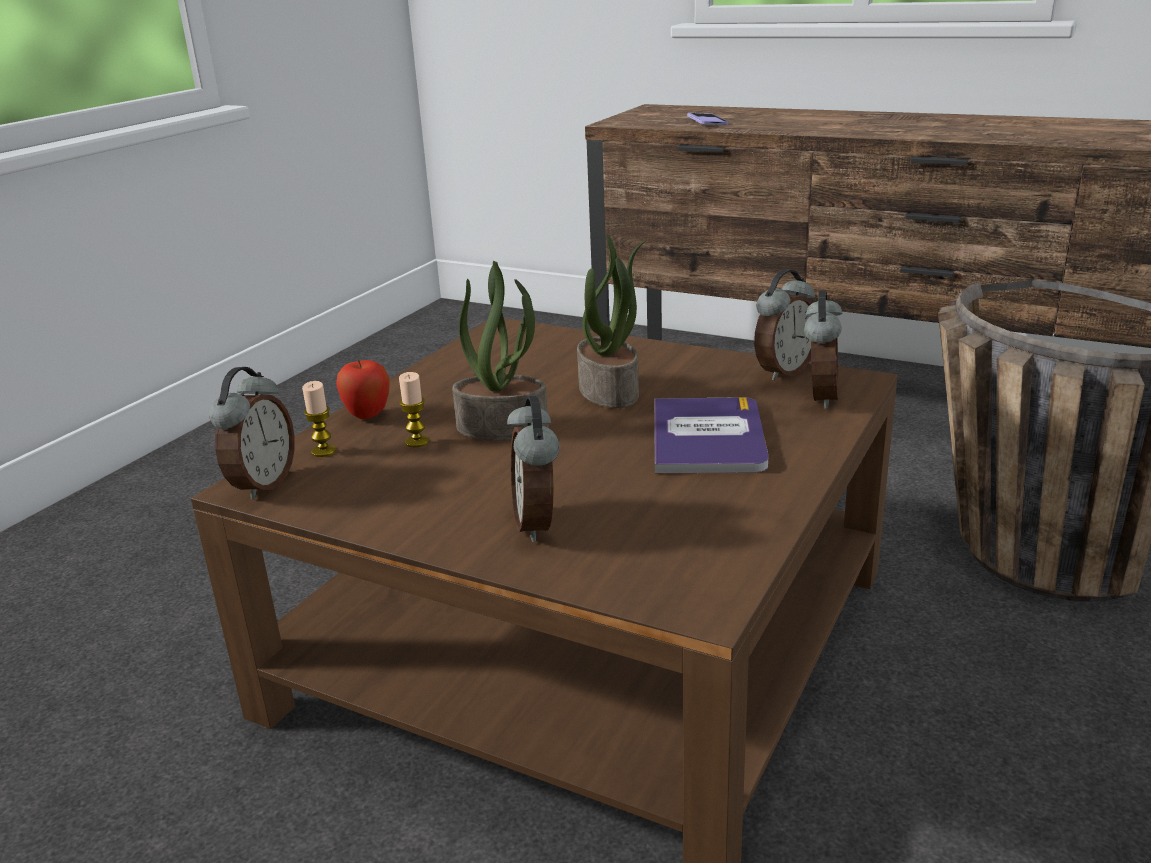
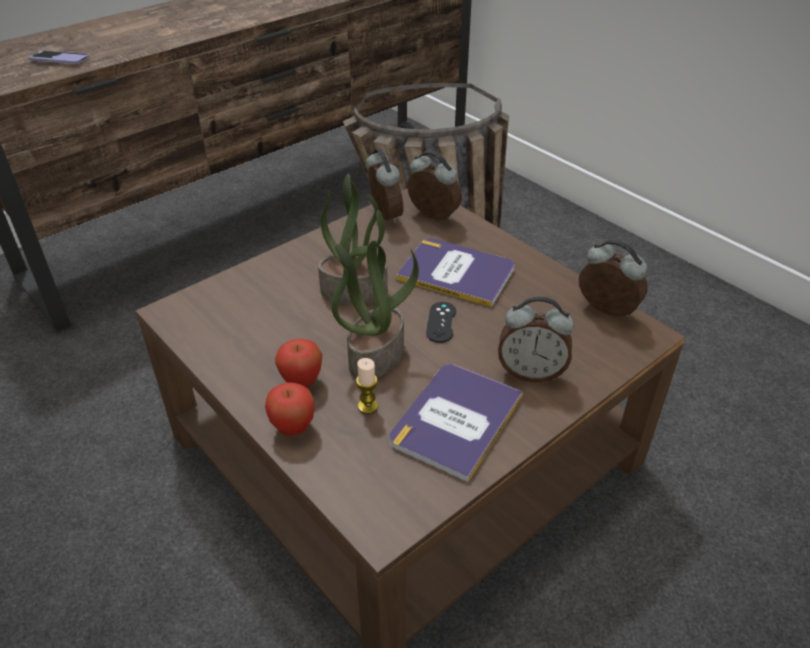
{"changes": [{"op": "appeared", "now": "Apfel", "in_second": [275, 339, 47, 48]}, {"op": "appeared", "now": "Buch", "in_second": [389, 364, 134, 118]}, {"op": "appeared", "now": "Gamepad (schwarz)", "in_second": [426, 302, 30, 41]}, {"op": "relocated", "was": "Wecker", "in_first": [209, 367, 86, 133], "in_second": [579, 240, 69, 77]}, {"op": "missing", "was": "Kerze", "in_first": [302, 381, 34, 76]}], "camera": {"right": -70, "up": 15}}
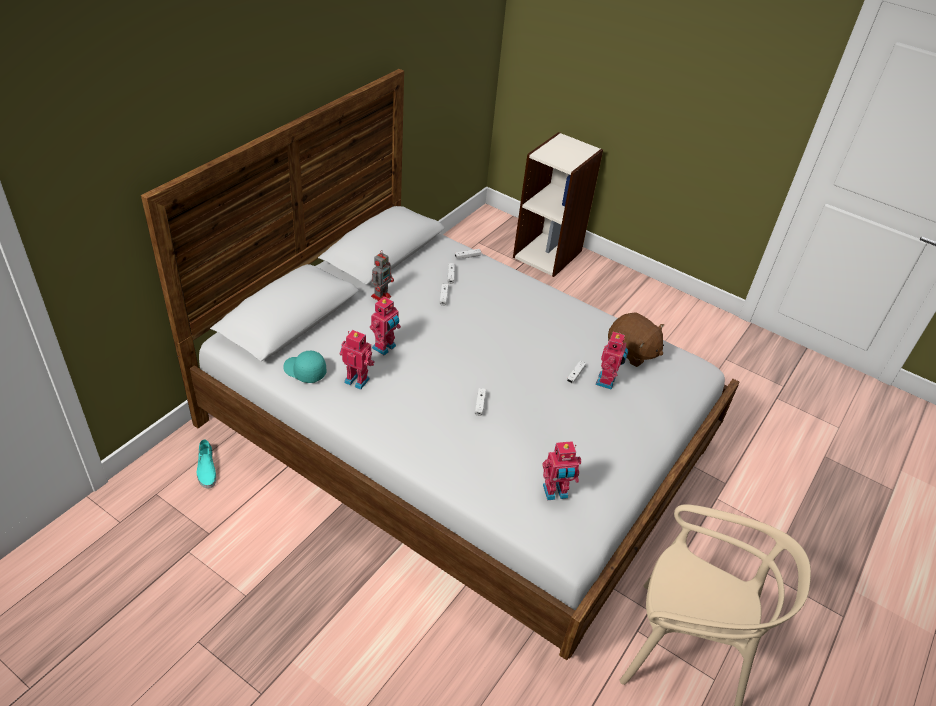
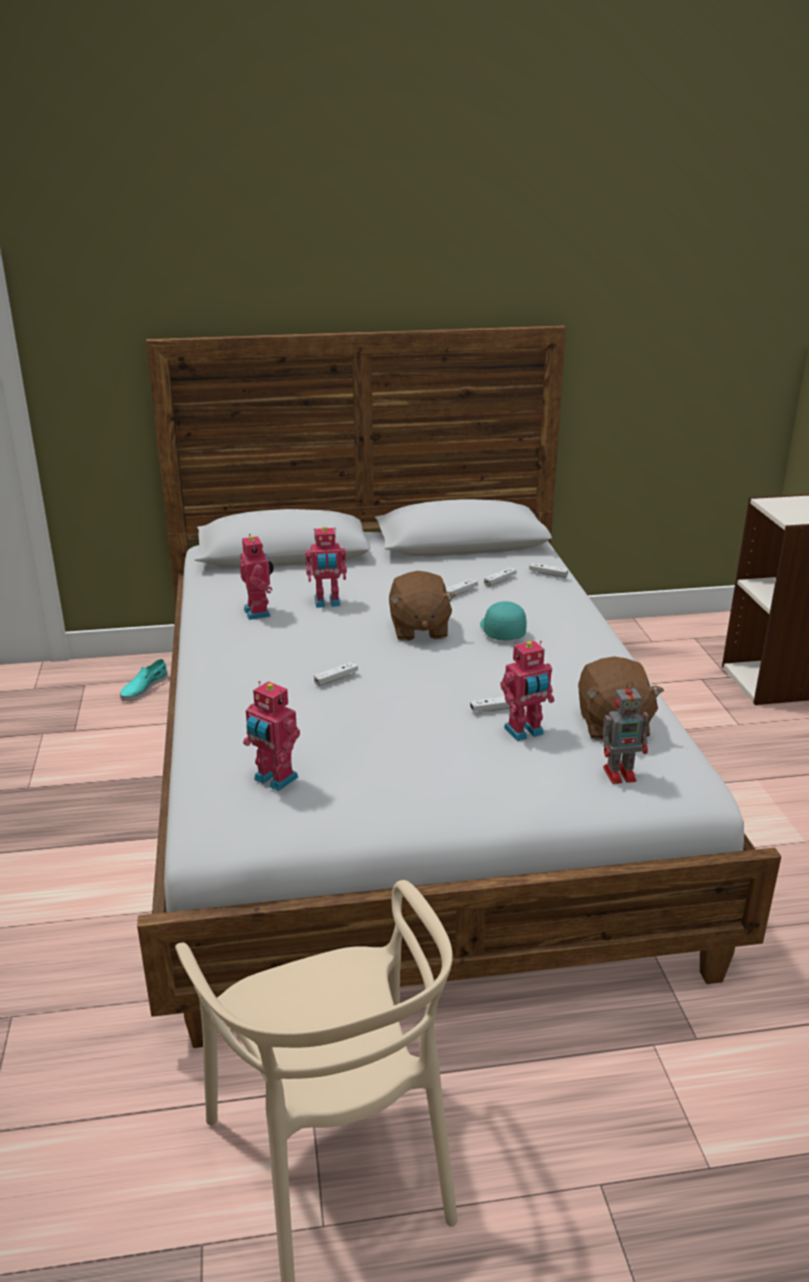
{"changes": [{"op": "appeared", "now": "Plüschtier (braun)", "in_second": [389, 571, 67, 70]}, {"op": "relocated", "was": "Kappe (türkis)", "in_first": [283, 351, 44, 32], "in_second": [480, 601, 47, 39]}, {"op": "relocated", "was": "Spielzeugroboter", "in_first": [371, 250, 23, 51], "in_second": [603, 681, 45, 103]}], "camera": {"right": 50, "up": -15}}
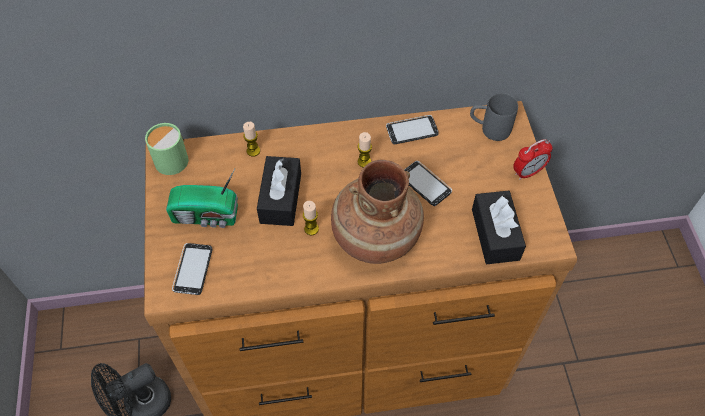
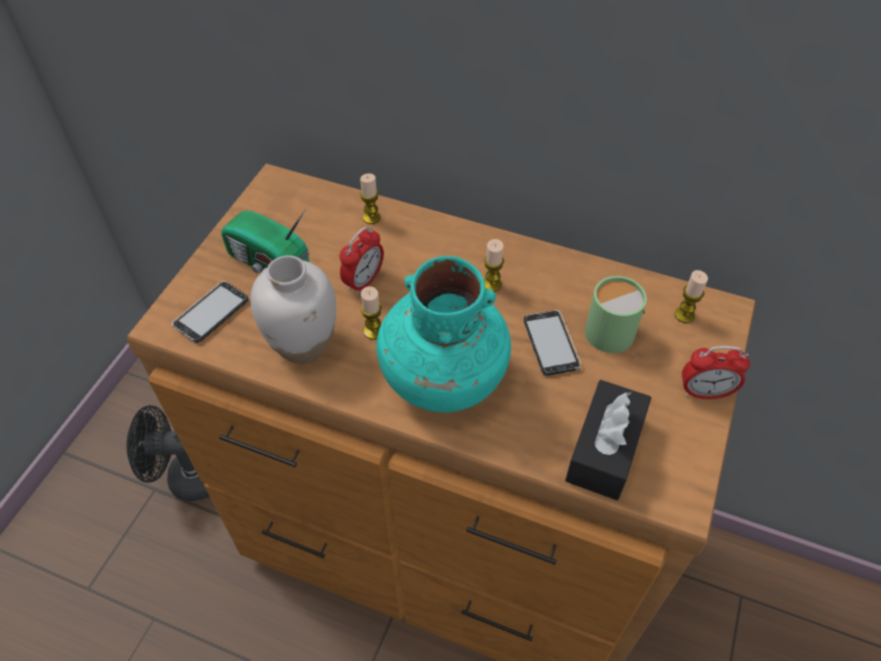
{"changes": [{"op": "appeared", "now": "Vase (weiß)", "in_second": [250, 255, 86, 109]}, {"op": "exchanged", "was": "Taschentuchbox (schwarz)", "now": "Wecker", "in_first": [257, 156, 44, 70], "in_second": [340, 227, 44, 68]}, {"op": "colour", "was": "Vase (braun)", "now": "Vase (türkis)", "in_first": [331, 160, 93, 104], "in_second": [376, 256, 135, 157]}, {"op": "relocated", "was": "Henkelbecher (grün)", "in_first": [145, 123, 44, 52], "in_second": [585, 276, 62, 77]}, {"op": "exchanged", "was": "Henkelbecher (grau)", "now": "Kerze", "in_first": [470, 93, 48, 48], "in_second": [675, 270, 33, 53]}, {"op": "missing", "was": "Handy", "in_first": [386, 115, 53, 29]}], "camera": {"right": 30, "up": -5}}
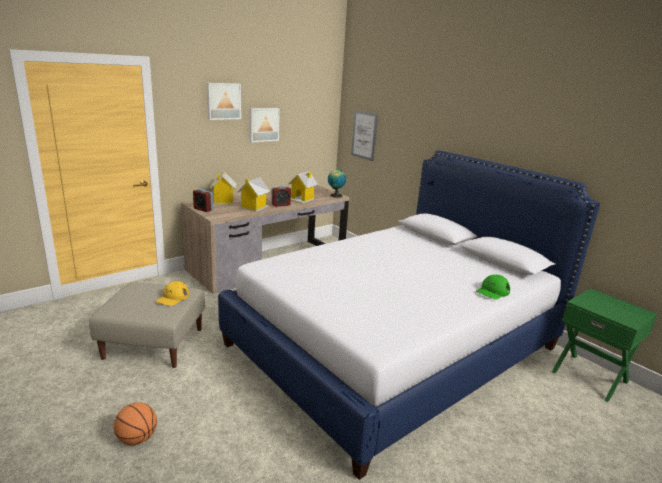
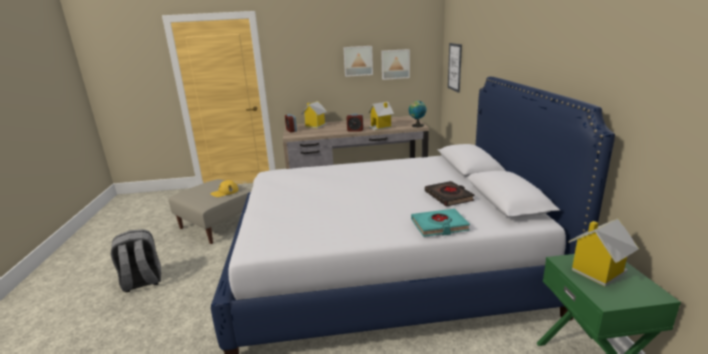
{"changes": [{"op": "exchanged", "was": "Basketball", "now": "Rucksack (grau)", "in_first": [114, 402, 43, 43], "in_second": [111, 229, 50, 63]}, {"op": "relocated", "was": "Bild", "in_first": [207, 83, 34, 37], "in_second": [381, 49, 29, 31]}, {"op": "exchanged", "was": "Kappe (grün)", "now": "Buch (türkis)", "in_first": [476, 274, 34, 26], "in_second": [411, 209, 59, 28]}, {"op": "appeared", "now": "Buch (schwarz)", "in_second": [425, 181, 50, 26]}, {"op": "relocated", "was": "Spielzeughaus", "in_first": [237, 177, 33, 35], "in_second": [568, 218, 71, 68]}], "camera": {"right": 35, "up": 0}}
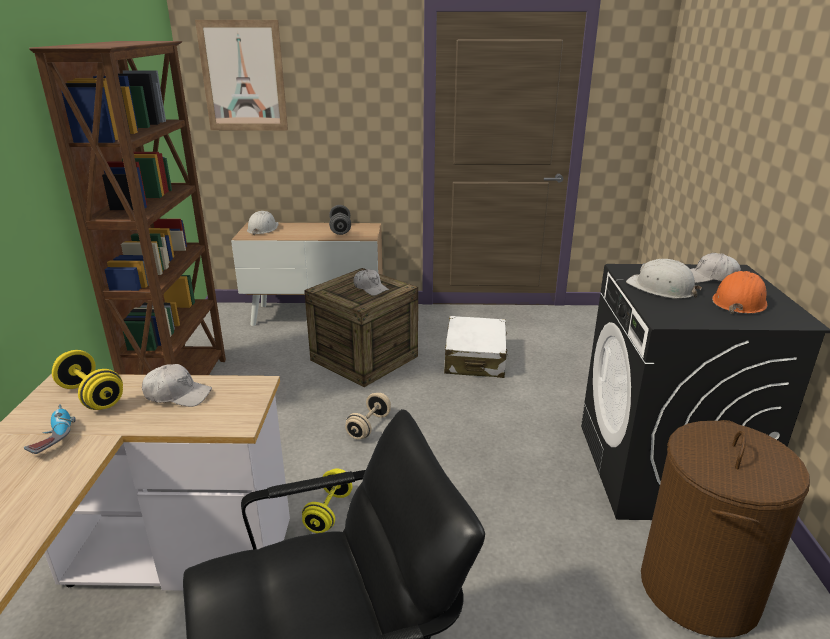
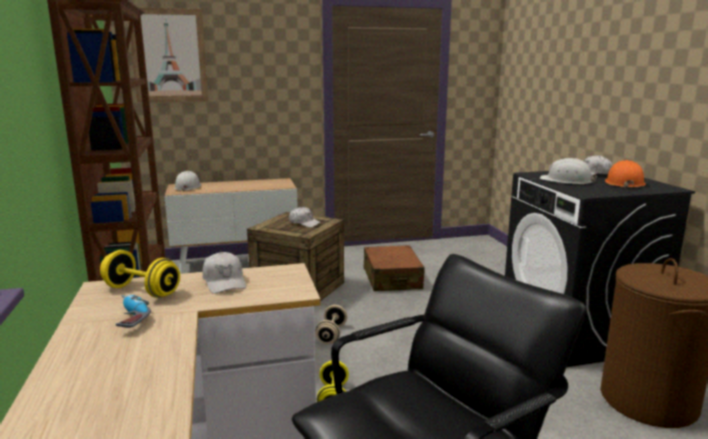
{"changes": [{"op": "spun", "was": "Kappe (weiß)", "in_first": [142, 364, 70, 43], "in_second": [202, 252, 44, 42], "clockwise": 75}, {"op": "colour", "was": "Koffer (weiß)", "now": "Koffer (braun)", "in_first": [444, 316, 64, 62], "in_second": [364, 245, 61, 46]}, {"op": "missing", "was": "Hantel (grau)", "in_first": [329, 205, 22, 30]}], "camera": {"right": -15, "up": -10}}
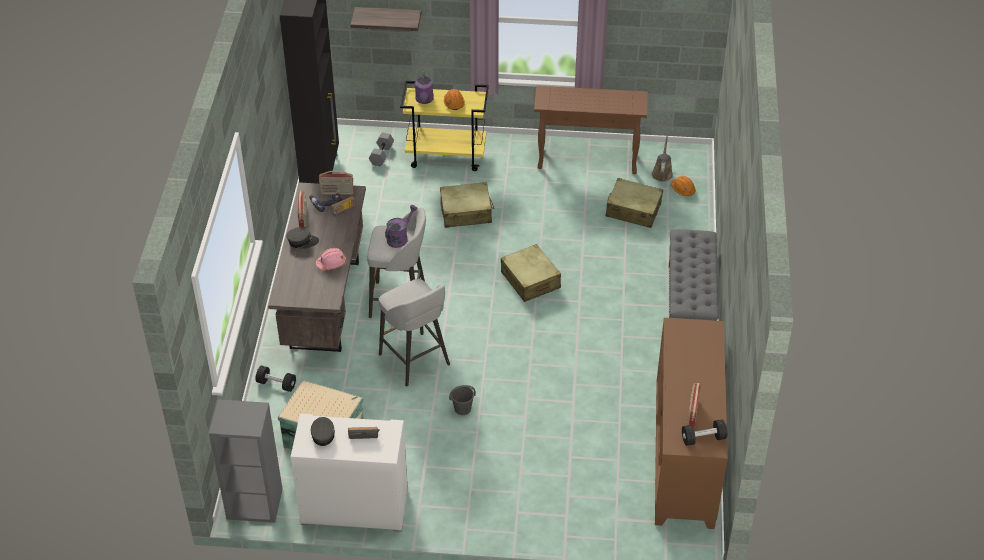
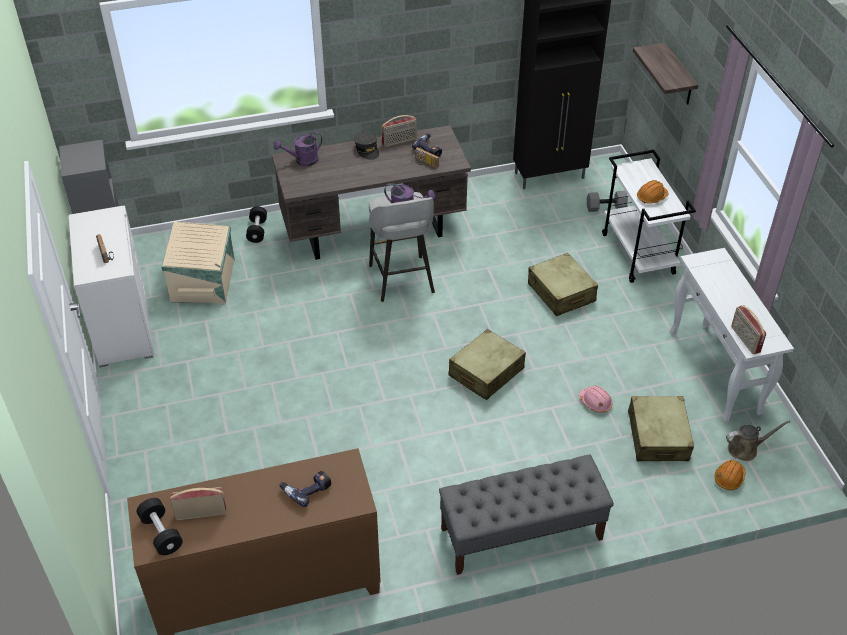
{"changes": [{"op": "relocated", "was": "Gießkanne (lila)", "in_first": [415, 71, 19, 33], "in_second": [274, 132, 48, 34]}, {"op": "appeared", "now": "Bohrmaschine", "in_second": [280, 471, 51, 36]}, {"op": "relocated", "was": "Schutzhelm (rosa)", "in_first": [316, 248, 31, 22], "in_second": [579, 386, 34, 27]}, {"op": "colour", "was": "Rollwagen (gelb)", "now": "Rollwagen (weiß)", "in_first": [400, 81, 89, 90], "in_second": [602, 150, 94, 133]}, {"op": "colour", "was": "Konsolentisch (braun)", "now": "Konsolentisch (weiß)", "in_first": [534, 86, 114, 88], "in_second": [670, 248, 124, 175]}, {"op": "relocated", "was": "Radio", "in_first": [319, 171, 35, 24], "in_second": [731, 305, 35, 49]}, {"op": "missing", "was": "Kappe (grau)", "in_first": [311, 417, 24, 29]}, {"op": "missing", "was": "Hocker (grau)", "in_first": [378, 279, 72, 108]}, {"op": "missing", "was": "Eimer (grau)", "in_first": [449, 385, 27, 30]}], "camera": {"right": 70, "up": 0}}
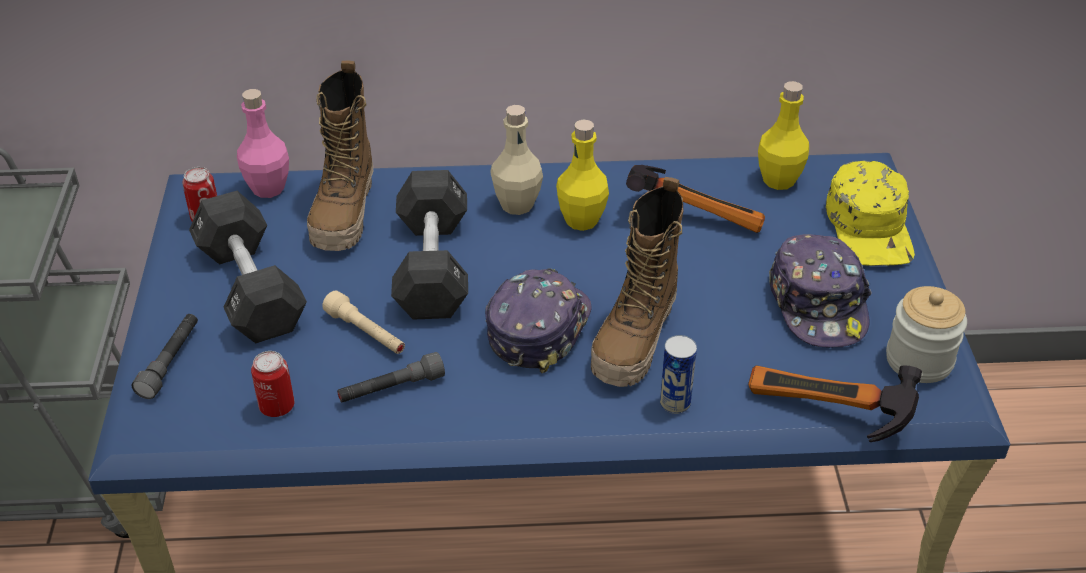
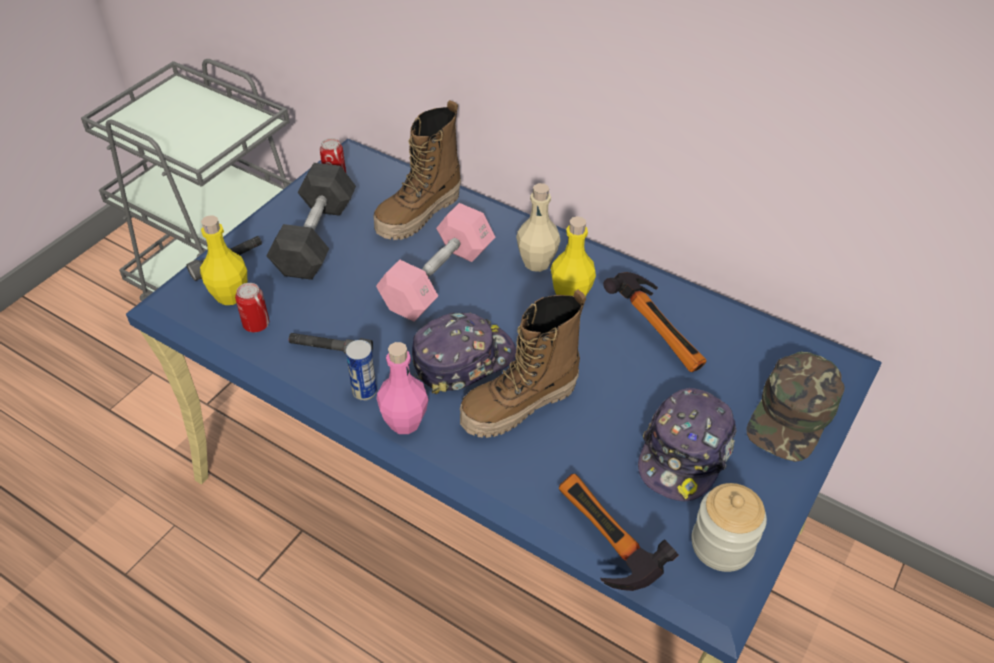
{"changes": [{"op": "relocated", "was": "Flasche (gelb)", "in_first": [758, 81, 51, 109], "in_second": [200, 216, 47, 89]}, {"op": "relocated", "was": "Dose", "in_first": [660, 335, 37, 79], "in_second": [346, 340, 31, 61]}, {"op": "colour", "was": "Hantel (schwarz)", "now": "Hantel (rosa)", "in_first": [391, 170, 77, 150], "in_second": [376, 203, 119, 119]}, {"op": "relocated", "was": "Flasche (rosa)", "in_first": [237, 89, 52, 109], "in_second": [377, 342, 52, 92]}, {"op": "colour", "was": "Kappe (gelb)", "now": "Kappe (grün)", "in_first": [826, 161, 89, 105], "in_second": [746, 352, 99, 110]}, {"op": "missing", "was": "Taschenlampe (beige)", "in_first": [322, 291, 83, 63]}], "camera": {"right": 35, "up": 5}}
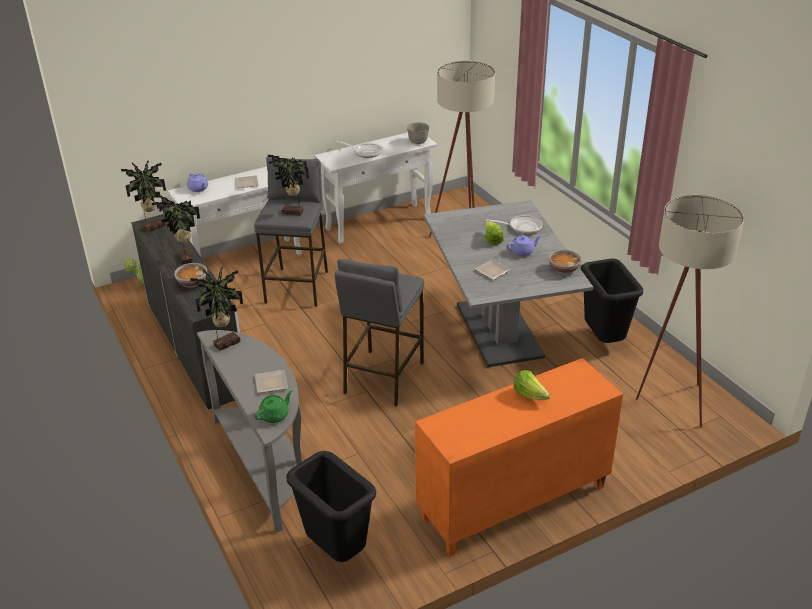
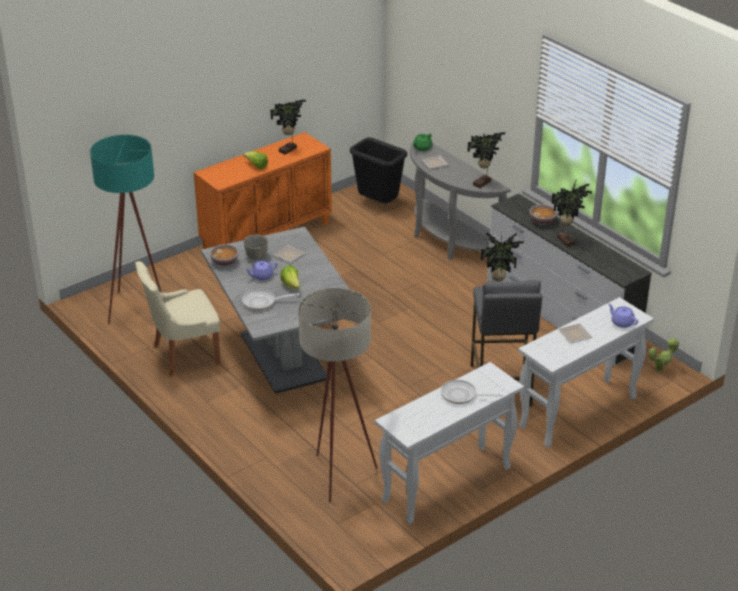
{"changes": [{"op": "colour", "was": "Stehlampe (beige)", "now": "Stehlampe (türkis)", "in_first": [636, 195, 108, 232], "in_second": [90, 135, 71, 189]}, {"op": "exchanged", "was": "Mülleimer (schwarz)", "now": "Stuhl (beige)", "in_first": [581, 258, 62, 85], "in_second": [135, 261, 86, 116]}, {"op": "relocated", "was": "Schüssel (grau)", "in_first": [407, 122, 22, 22], "in_second": [243, 235, 26, 25]}, {"op": "relocated", "was": "Topfpflanze", "in_first": [121, 161, 45, 71], "in_second": [270, 100, 36, 55]}, {"op": "missing", "was": "Hocker (grau)", "in_first": [334, 259, 90, 148]}], "camera": {"right": 170, "up": 0}}
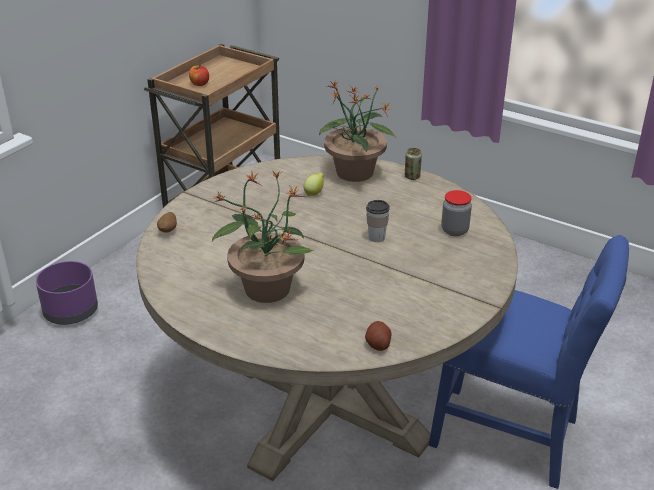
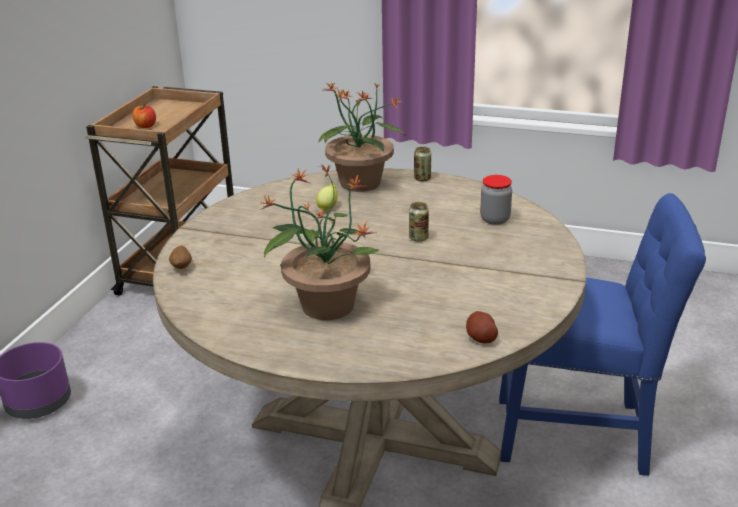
{"changes": [{"op": "exchanged", "was": "Tasse", "now": "Dose", "in_first": [366, 200, 24, 42], "in_second": [409, 202, 20, 40]}], "camera": {"right": -15, "up": -5}}
